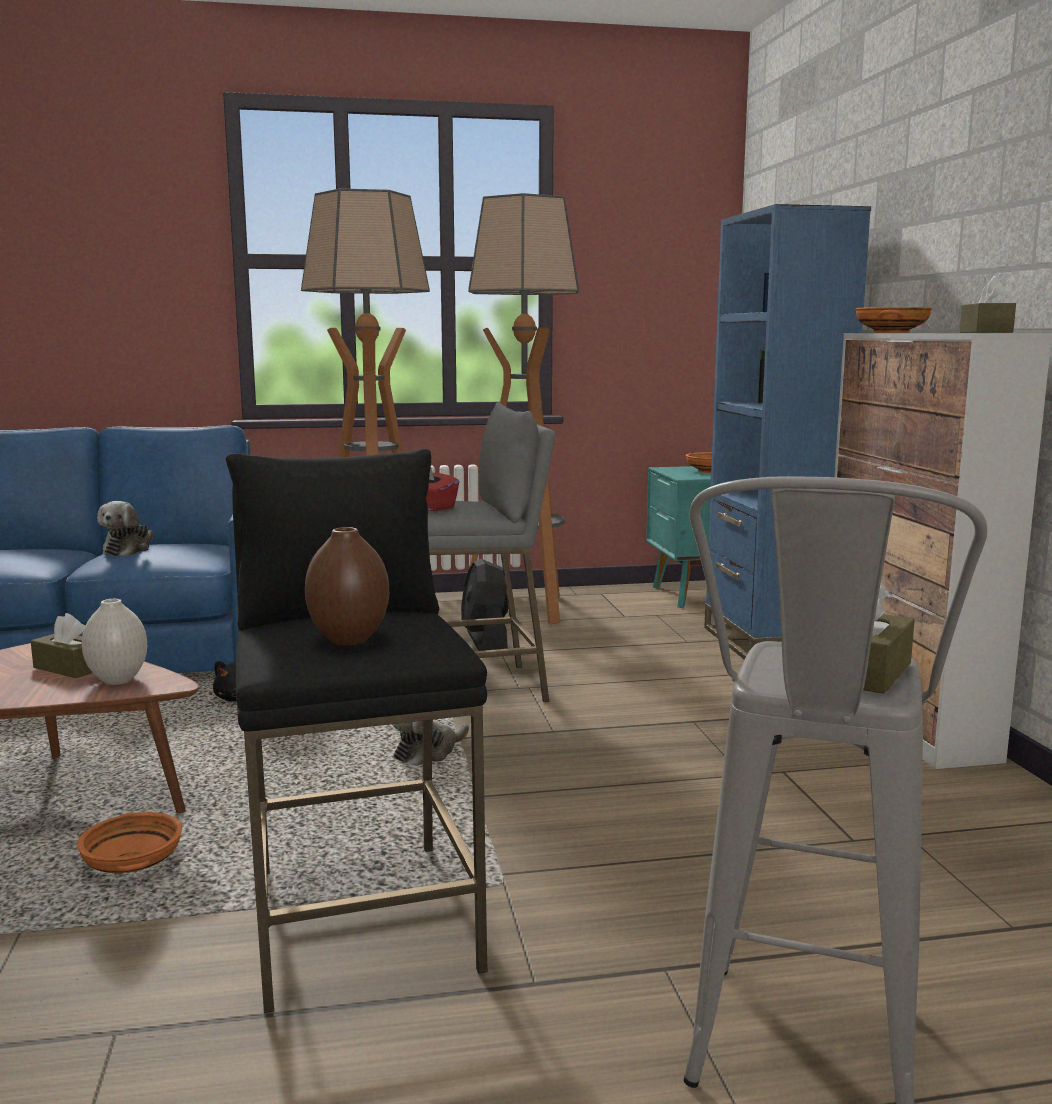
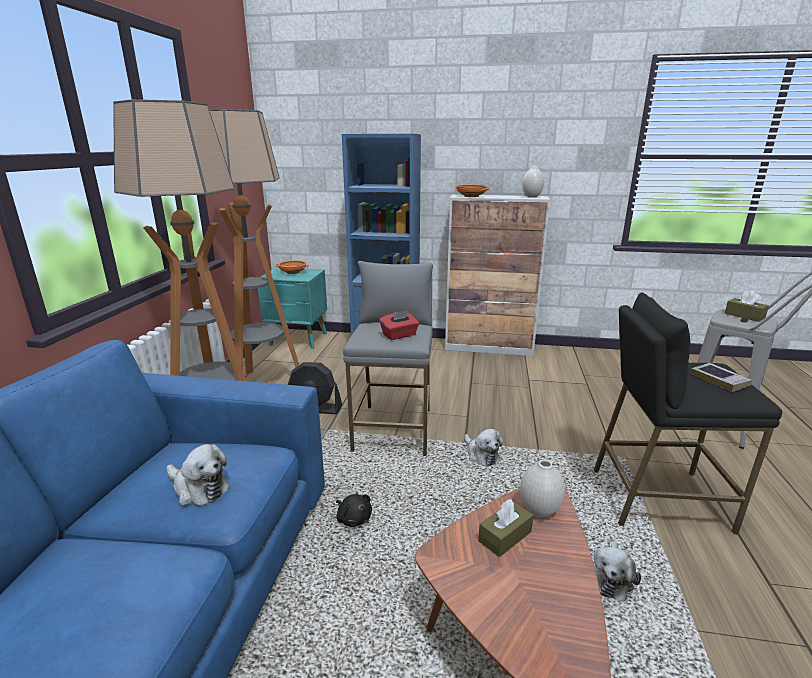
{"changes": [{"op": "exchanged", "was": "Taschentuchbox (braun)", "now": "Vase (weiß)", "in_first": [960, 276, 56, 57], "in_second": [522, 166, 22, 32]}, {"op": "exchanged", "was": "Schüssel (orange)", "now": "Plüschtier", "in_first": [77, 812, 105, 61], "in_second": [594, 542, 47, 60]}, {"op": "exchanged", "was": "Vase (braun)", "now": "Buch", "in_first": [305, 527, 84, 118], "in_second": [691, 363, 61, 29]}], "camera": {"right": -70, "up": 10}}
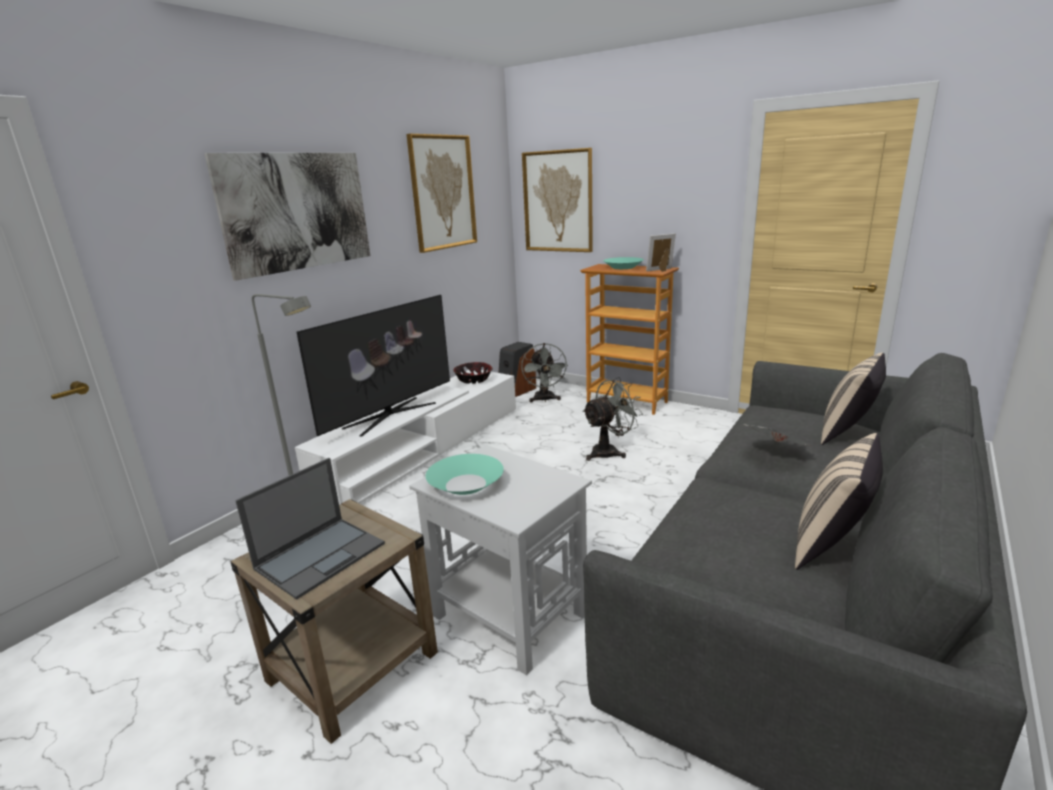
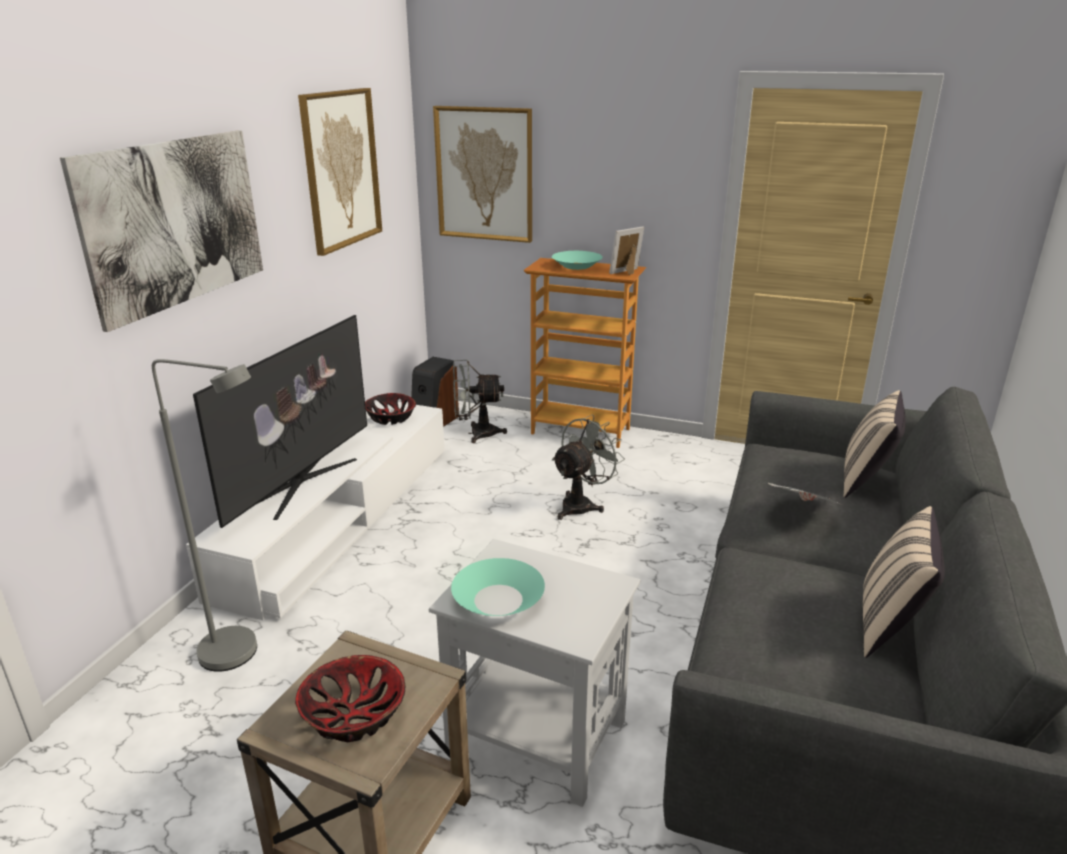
{"changes": [{"op": "exchanged", "was": "Laptop", "now": "Schüssel", "in_first": [235, 458, 150, 142], "in_second": [295, 655, 110, 87]}, {"op": "spun", "was": "Ventilator (grau)", "in_first": [521, 343, 47, 60], "in_second": [453, 360, 54, 83], "clockwise": 105}], "camera": {"right": -15, "up": 5}}
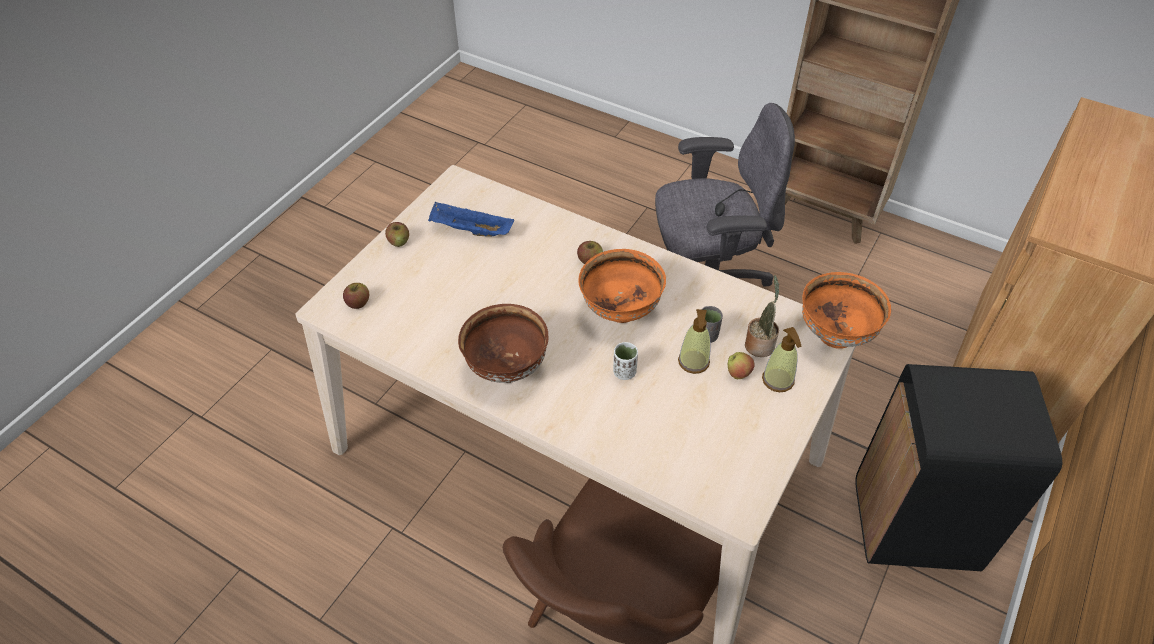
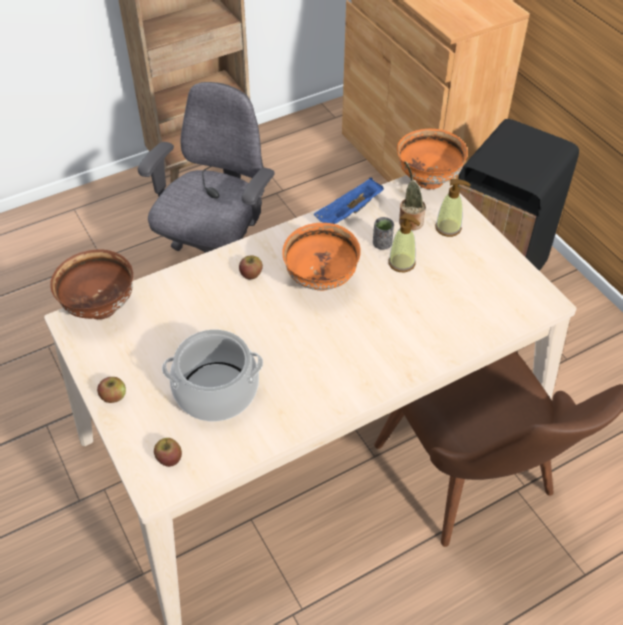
{"changes": [{"op": "relocated", "was": "Schüssel (braun)", "in_first": [458, 304, 90, 79], "in_second": [50, 250, 83, 70]}, {"op": "appeared", "now": "Kochtopf", "in_second": [162, 329, 101, 92]}, {"op": "relocated", "was": "Tablett (blau)", "in_first": [428, 201, 86, 36], "in_second": [314, 178, 70, 46]}, {"op": "missing", "was": "Tasse (weiß)", "in_first": [613, 342, 25, 38]}, {"op": "missing", "was": "Apfel", "in_first": [728, 352, 27, 27]}], "camera": {"right": -60, "up": 0}}
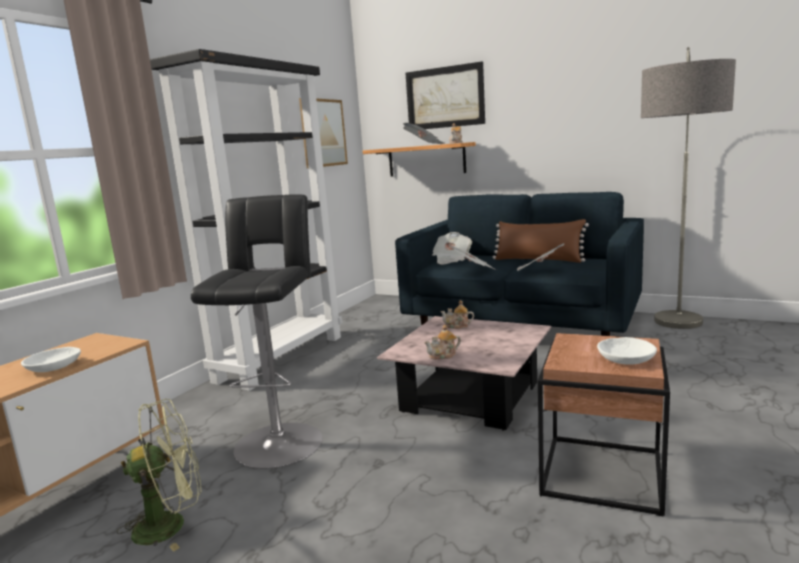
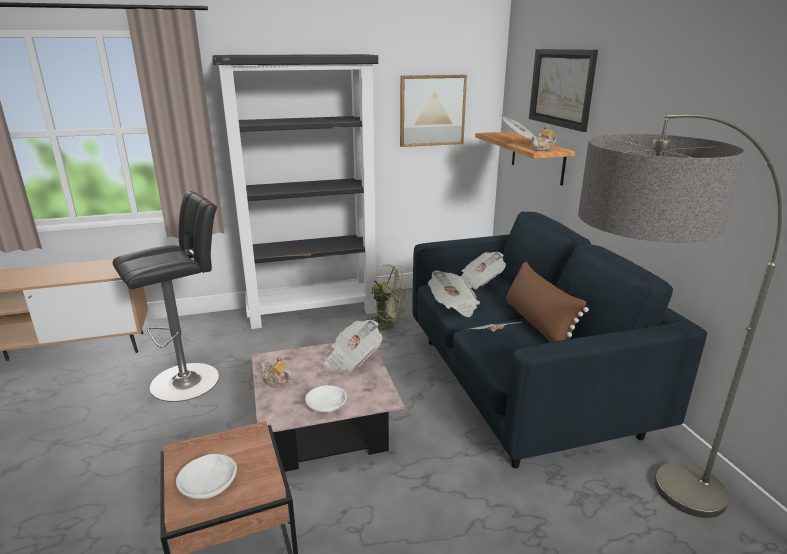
{"changes": [{"op": "relocated", "was": "Schüssel (weiß)", "in_first": [21, 347, 60, 25], "in_second": [305, 385, 42, 28]}, {"op": "exchanged", "was": "Teekanne", "now": "Zeitung", "in_first": [440, 300, 34, 29], "in_second": [324, 320, 58, 52]}, {"op": "relocated", "was": "Ventilator (grün)", "in_first": [117, 399, 84, 153], "in_second": [367, 264, 43, 70]}], "camera": {"right": 45, "up": 10}}
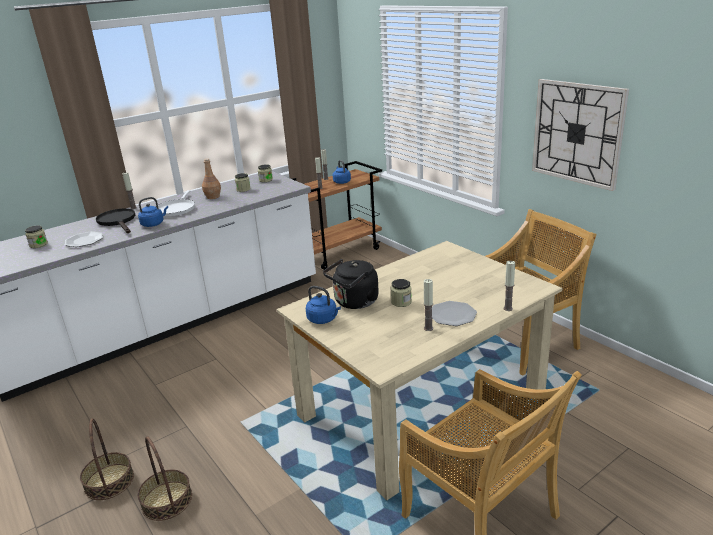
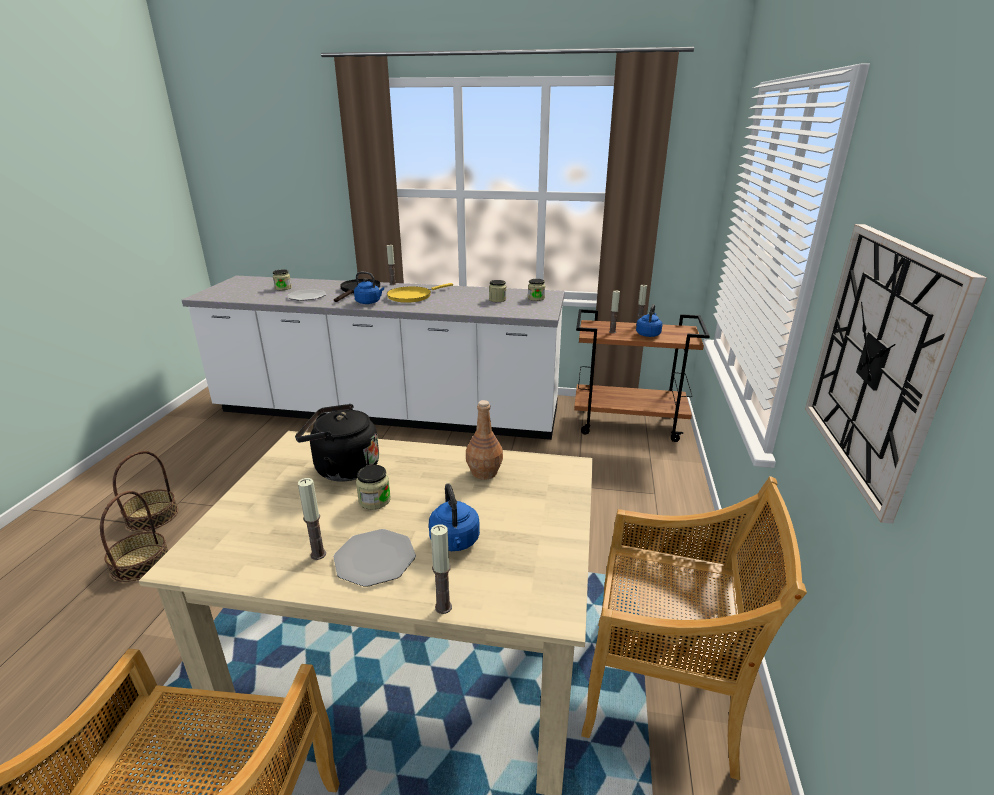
{"changes": [{"op": "colour", "was": "Pfanne (weiß)", "now": "Pfanne (gelb)", "in_first": [158, 190, 37, 26], "in_second": [387, 283, 66, 20]}, {"op": "relocated", "was": "Wasserkessel (blau)", "in_first": [306, 286, 35, 38], "in_second": [429, 483, 51, 68]}, {"op": "relocated", "was": "Flasche (braun)", "in_first": [202, 158, 19, 41], "in_second": [466, 400, 37, 80]}], "camera": {"right": 45, "up": 0}}
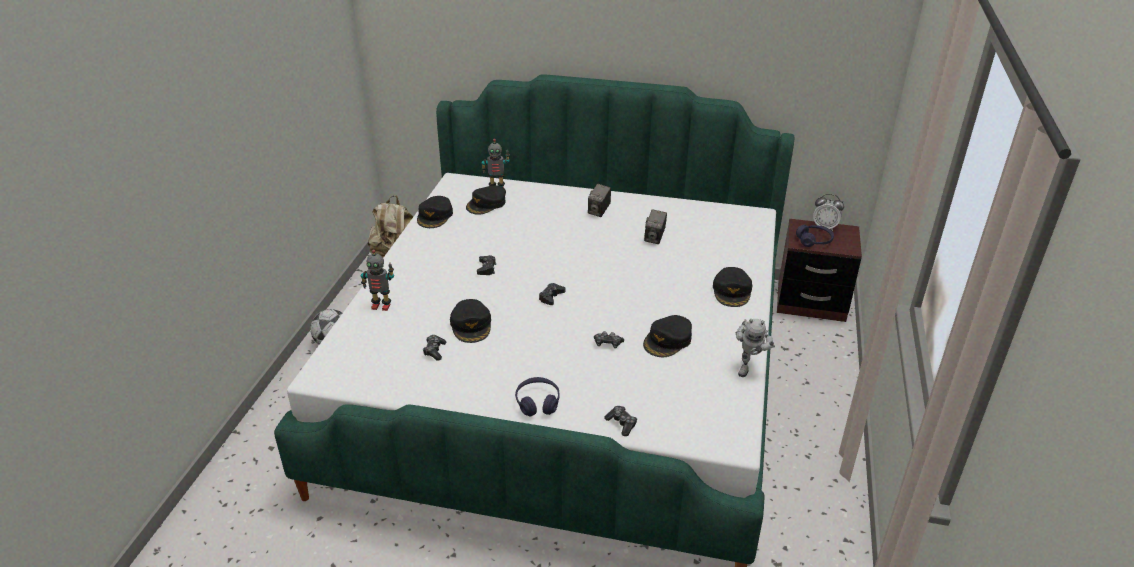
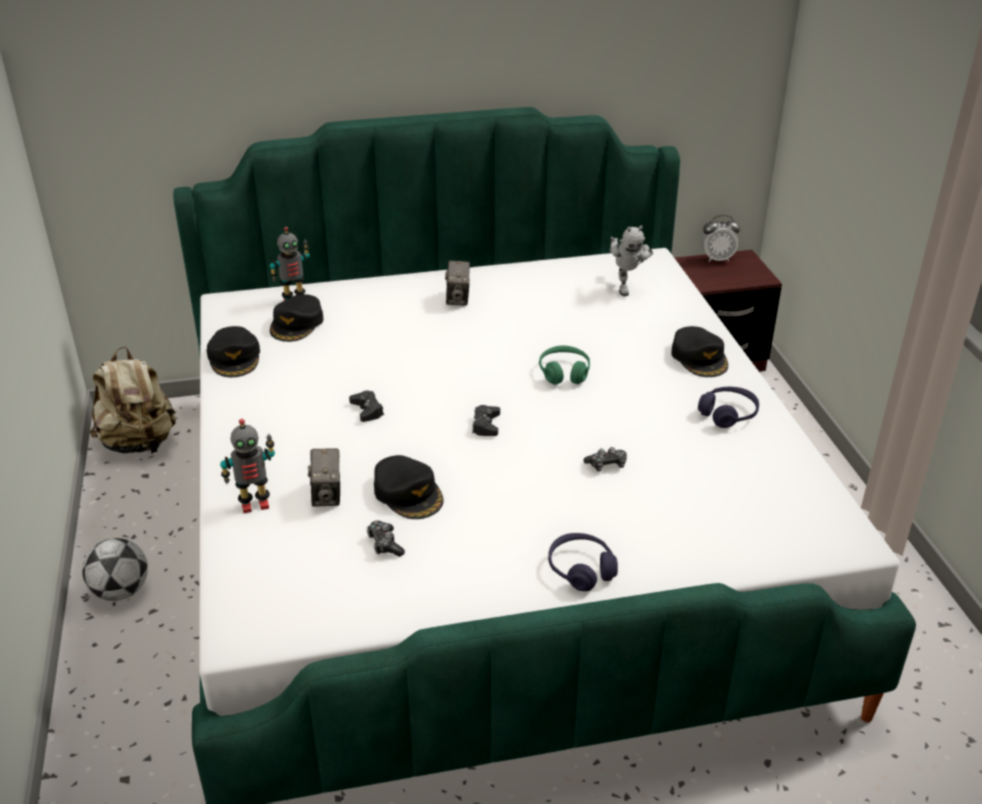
{"changes": [{"op": "relocated", "was": "Kamera", "in_first": [644, 209, 23, 35], "in_second": [308, 448, 32, 59]}, {"op": "appeared", "now": "Kopfhörer (grün)", "in_second": [539, 346, 51, 39]}, {"op": "relocated", "was": "Spielzeugroboter", "in_first": [736, 319, 39, 58], "in_second": [609, 226, 44, 70]}, {"op": "relocated", "was": "Kopfhörer (lila)", "in_first": [796, 225, 38, 22], "in_second": [698, 387, 61, 41]}, {"op": "missing", "was": "Gamepad", "in_first": [604, 406, 33, 30]}, {"op": "missing", "was": "Kappe (schwarz)", "in_first": [643, 315, 49, 42]}], "camera": {"right": -25, "up": 0}}
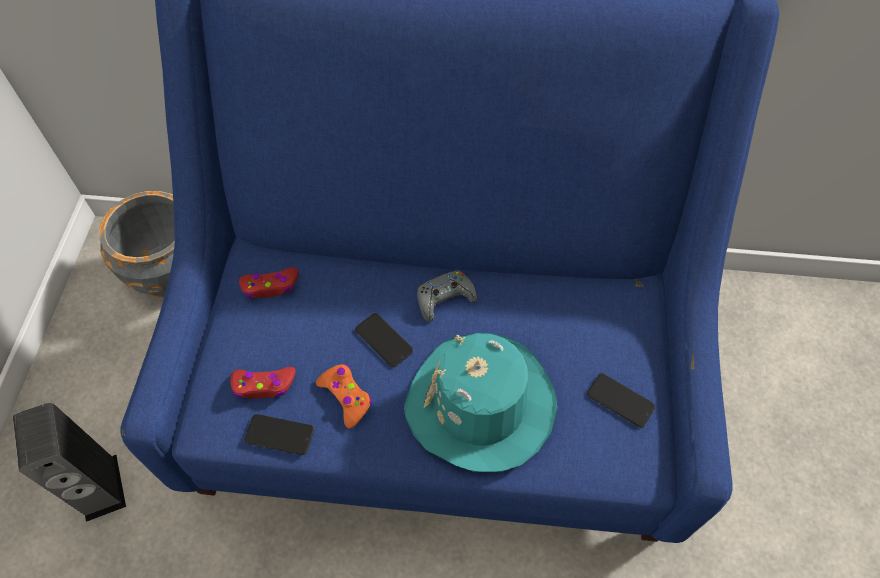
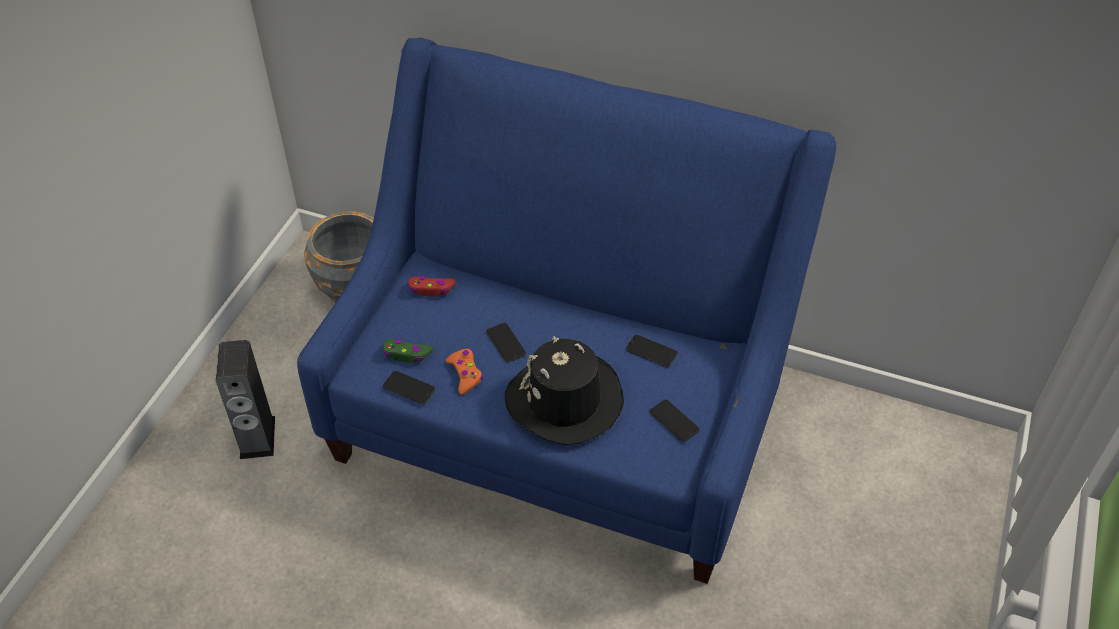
{"changes": [{"op": "colour", "was": "Gamepad (rot)", "now": "Gamepad (grün)", "in_first": [230, 367, 66, 32], "in_second": [383, 339, 50, 24]}, {"op": "colour", "was": "Hut (türkis)", "now": "Hut (schwarz)", "in_first": [404, 333, 153, 139], "in_second": [505, 336, 119, 109]}, {"op": "appeared", "now": "Handy", "in_second": [626, 335, 52, 32]}, {"op": "missing", "was": "Gamepad (grau)", "in_first": [417, 270, 60, 52]}], "camera": {"right": 15, "up": -10}}
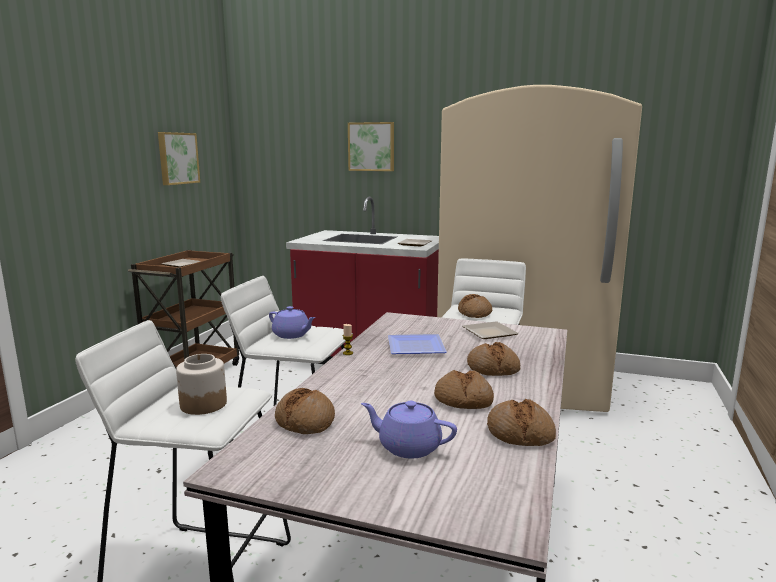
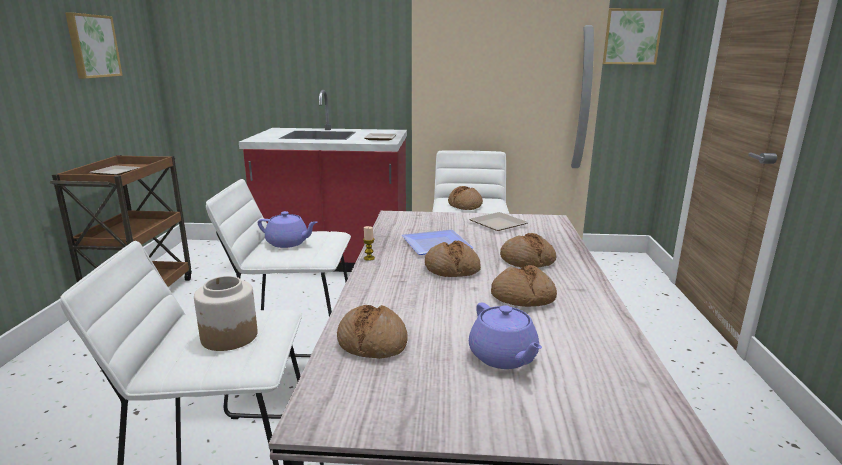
{"changes": [{"op": "relocated", "was": "Brot", "in_first": [487, 399, 69, 47], "in_second": [425, 240, 56, 37]}, {"op": "spun", "was": "Teekanne (lila)", "in_first": [361, 401, 96, 57], "in_second": [469, 303, 73, 66], "clockwise": -120}, {"op": "relocated", "was": "Bild", "in_first": [348, 122, 46, 49], "in_second": [603, 8, 61, 57]}], "camera": {"right": -15, "up": 5}}
